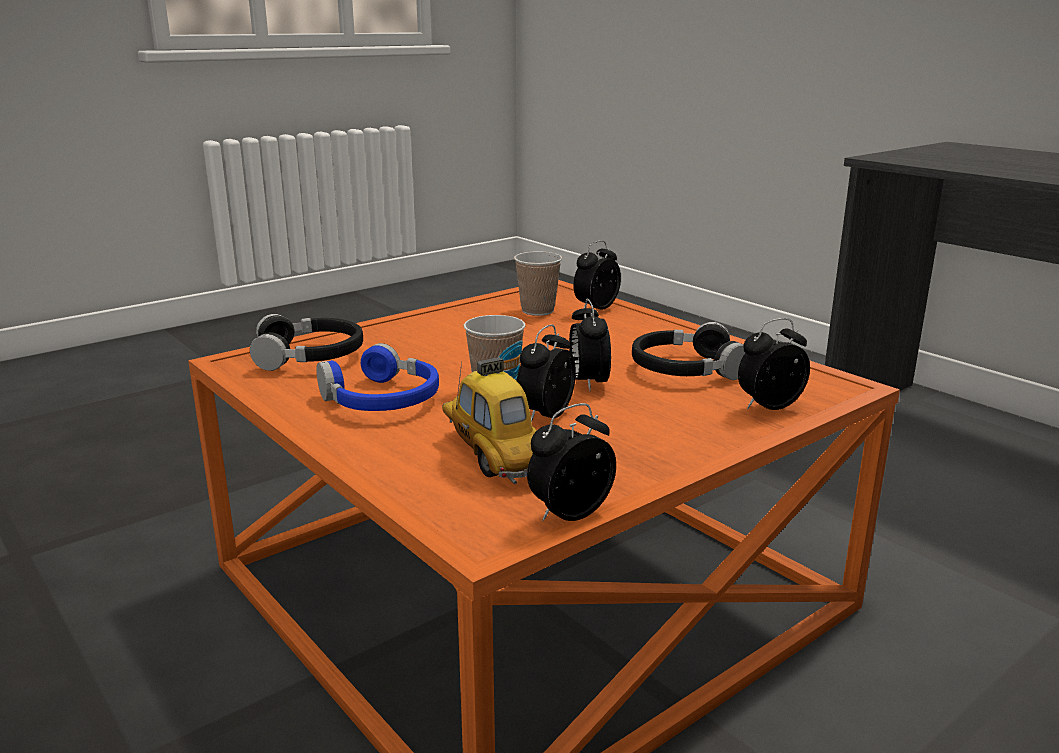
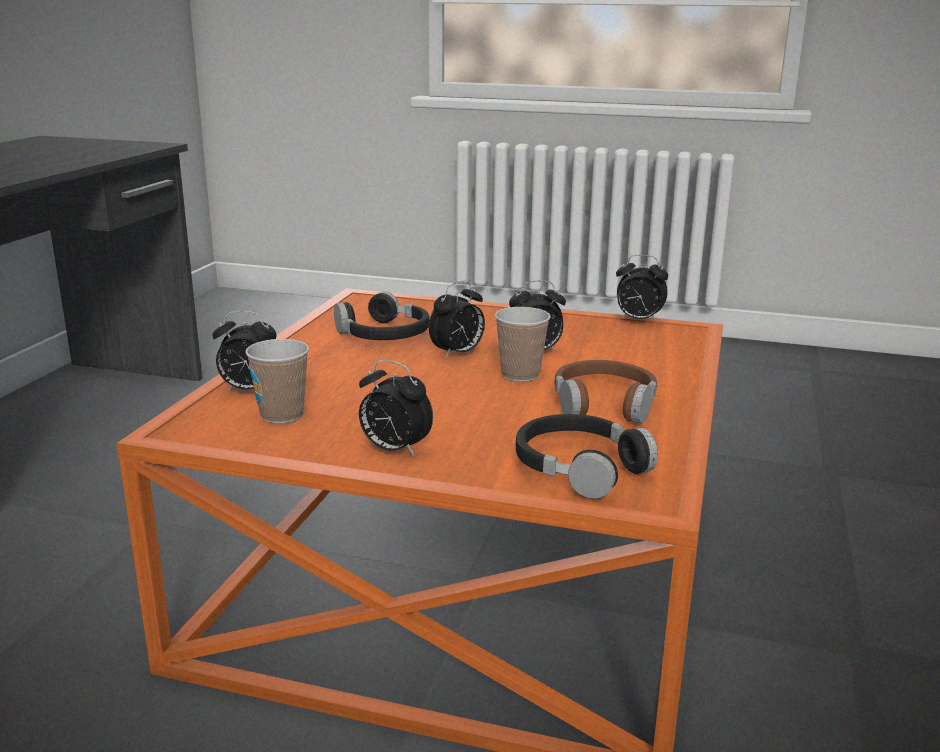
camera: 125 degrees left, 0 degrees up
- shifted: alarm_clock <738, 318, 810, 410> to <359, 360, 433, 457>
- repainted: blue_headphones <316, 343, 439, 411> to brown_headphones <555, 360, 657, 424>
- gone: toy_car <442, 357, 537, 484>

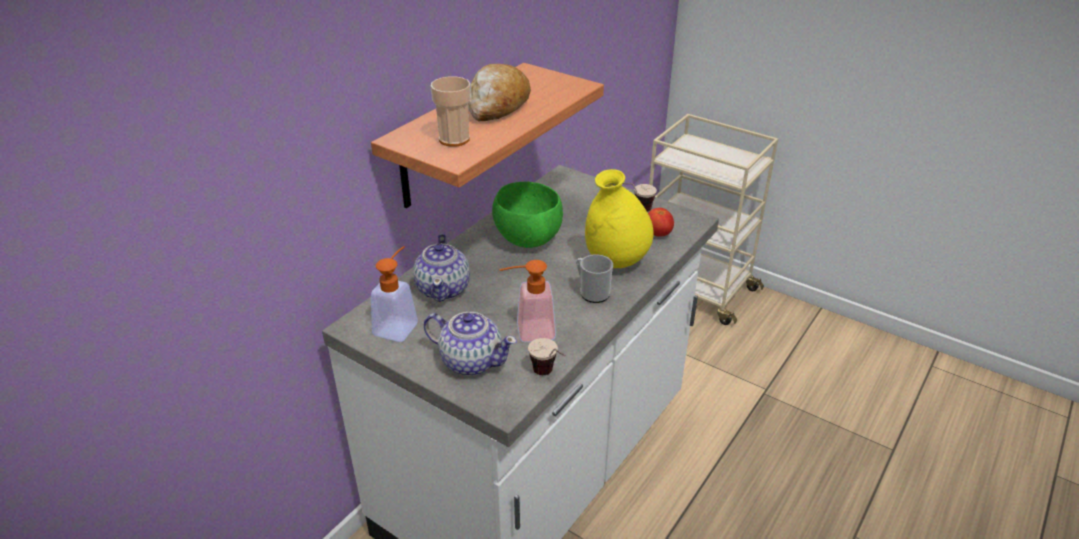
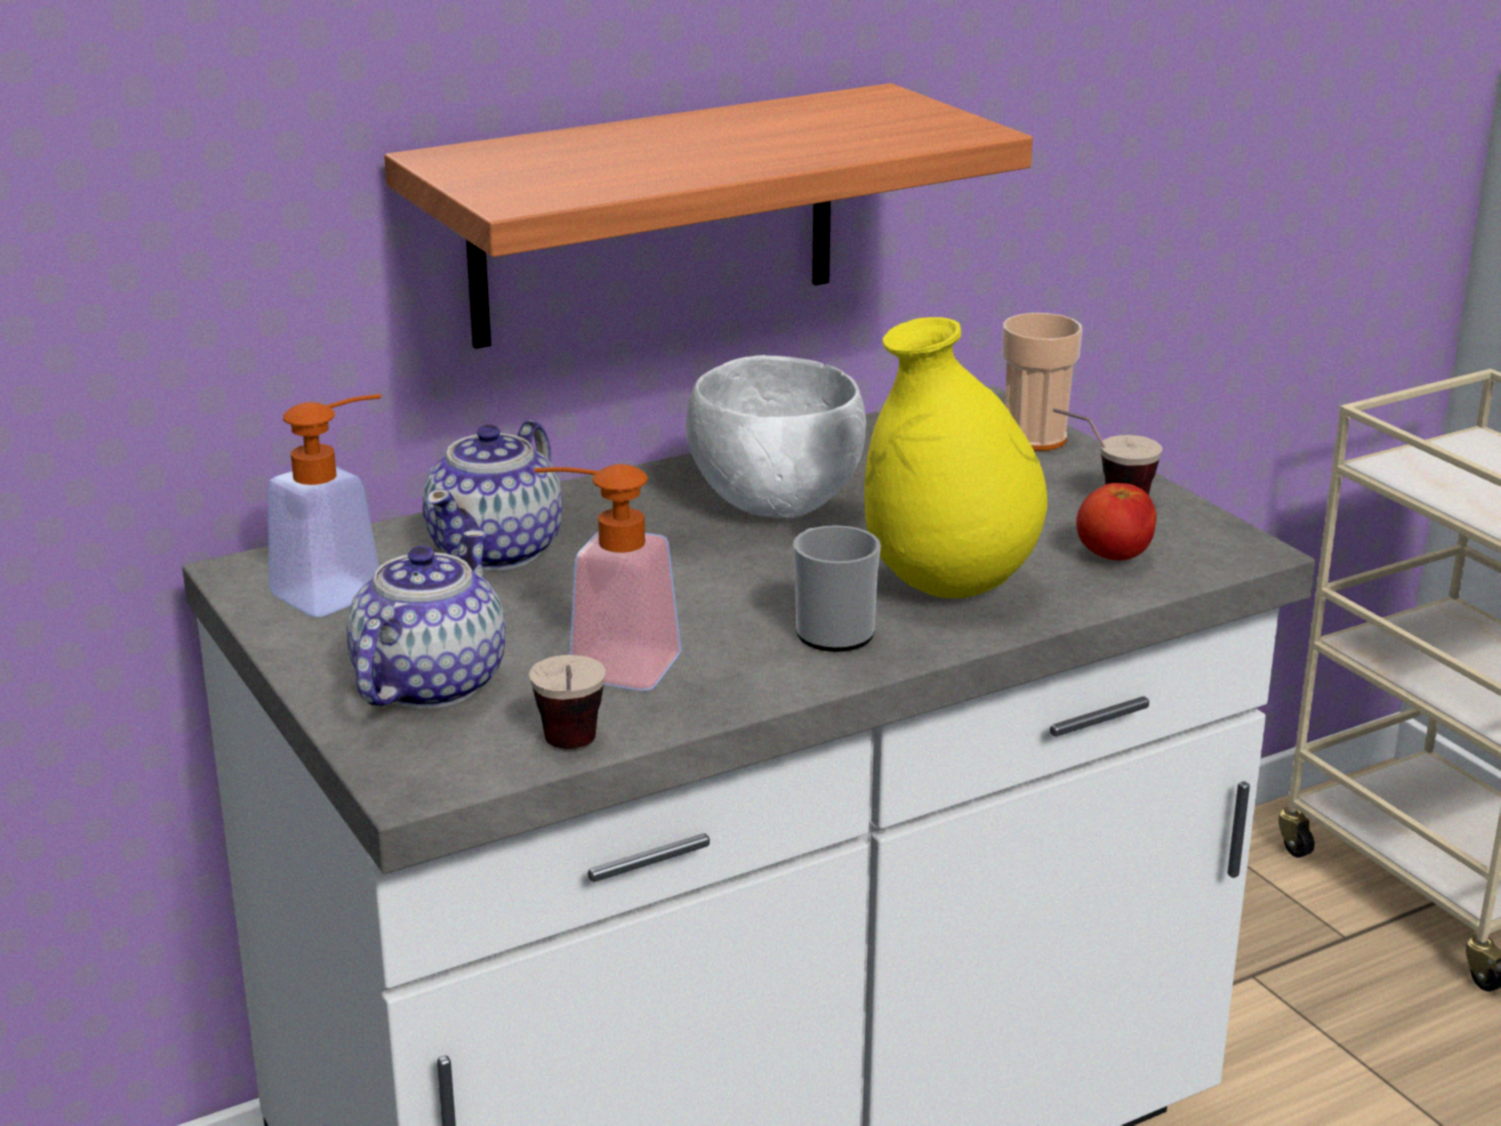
camera: 25 degrees right, 10 degrees down
- gone: bread <468, 64, 531, 121>
- shifted: cup <430, 77, 471, 147> to <1002, 313, 1083, 451>
- repainted: green_bowl <492, 182, 563, 248> to white_bowl <686, 355, 866, 518>
- rotated: teapot <424, 312, 517, 376> = <347, 530, 505, 709> 120 degrees counterclockwise

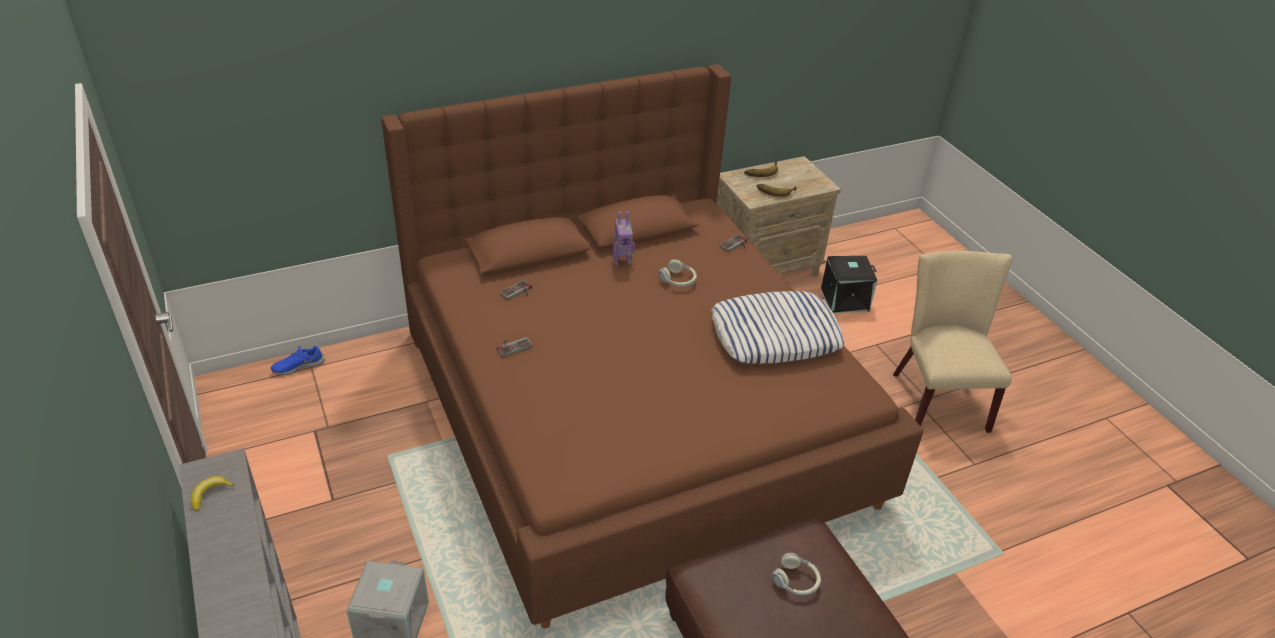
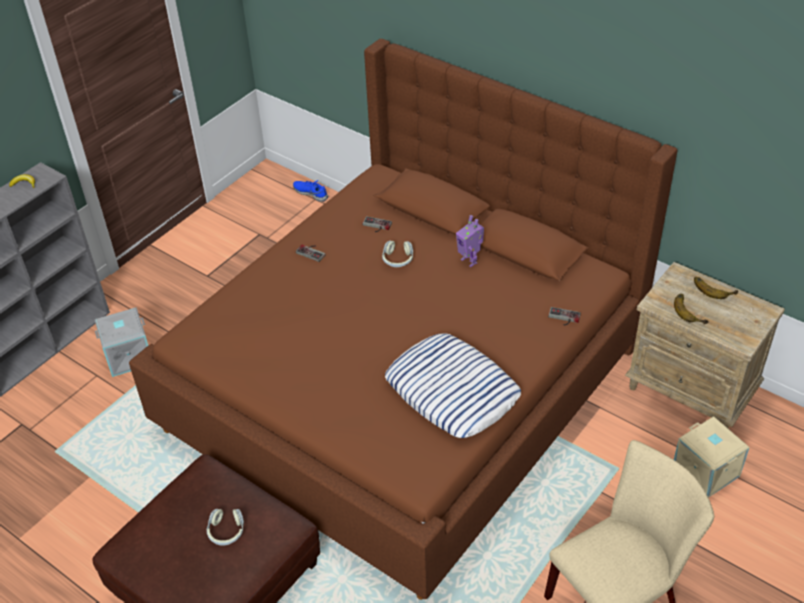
camera: 65 degrees right, 5 degrees up
- repainted: black_storage_box <821, 256, 878, 313> to beige_storage_box <674, 416, 750, 498>
- shifted: headphones <659, 259, 697, 286> to <382, 240, 413, 267>

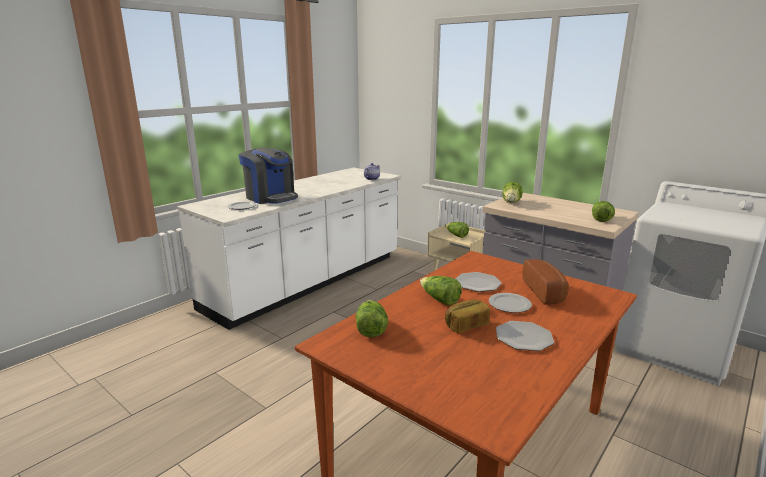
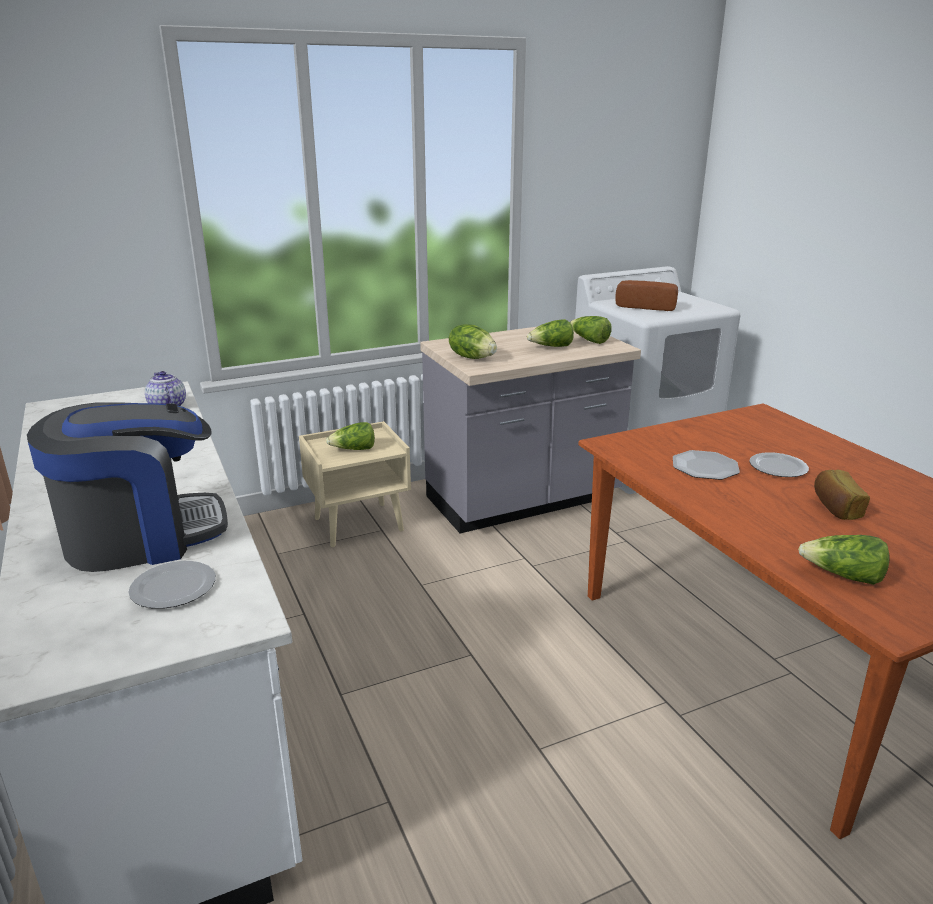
camera: 65 degrees left, 5 degrees up
- shifted: bread <523, 259, 569, 305> to <615, 280, 678, 311>
- shifted: lettuce <420, 276, 462, 305> to <527, 319, 574, 347>
- gone: plate <496, 321, 554, 351>

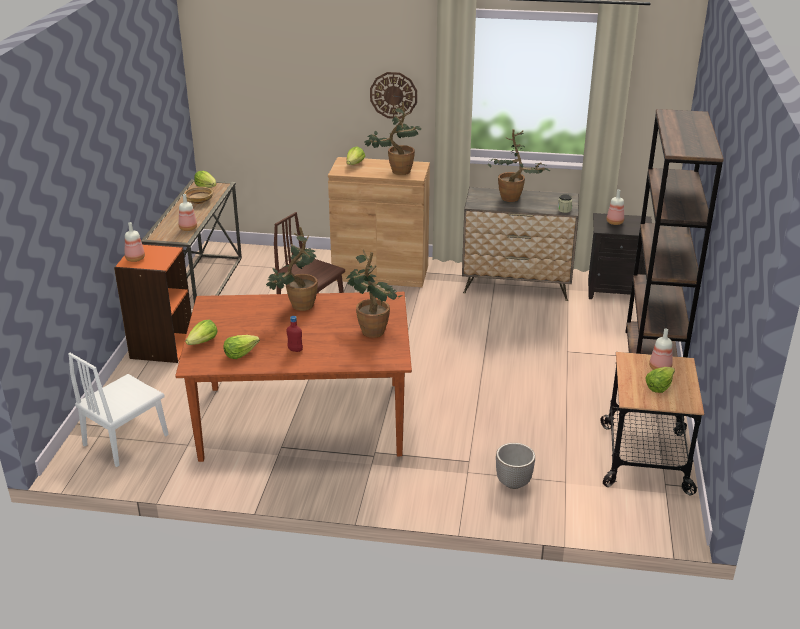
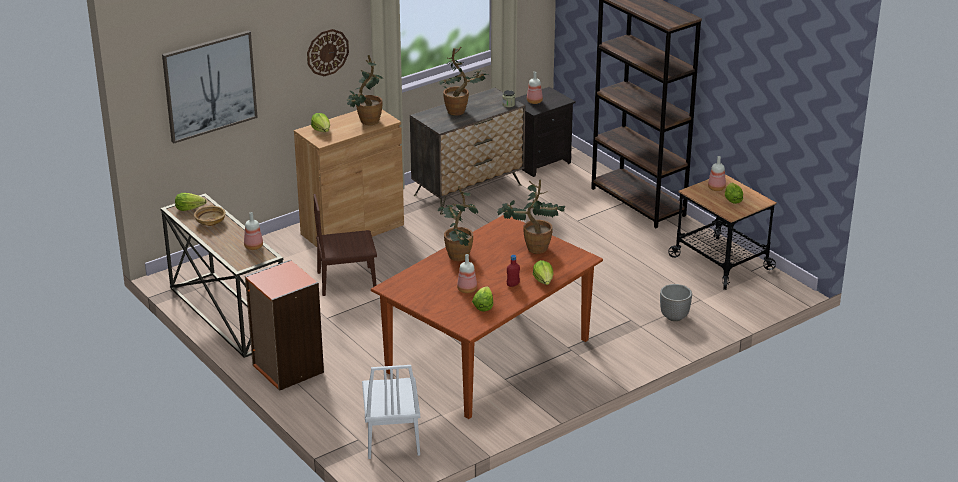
camera: 45 degrees left, 0 degrees up
- shifted: bottle <125, 222, 145, 262> to <457, 254, 477, 293>
- shifted: lettuce <185, 320, 218, 345> to <533, 260, 553, 285>
- new: picture <162, 30, 258, 143>

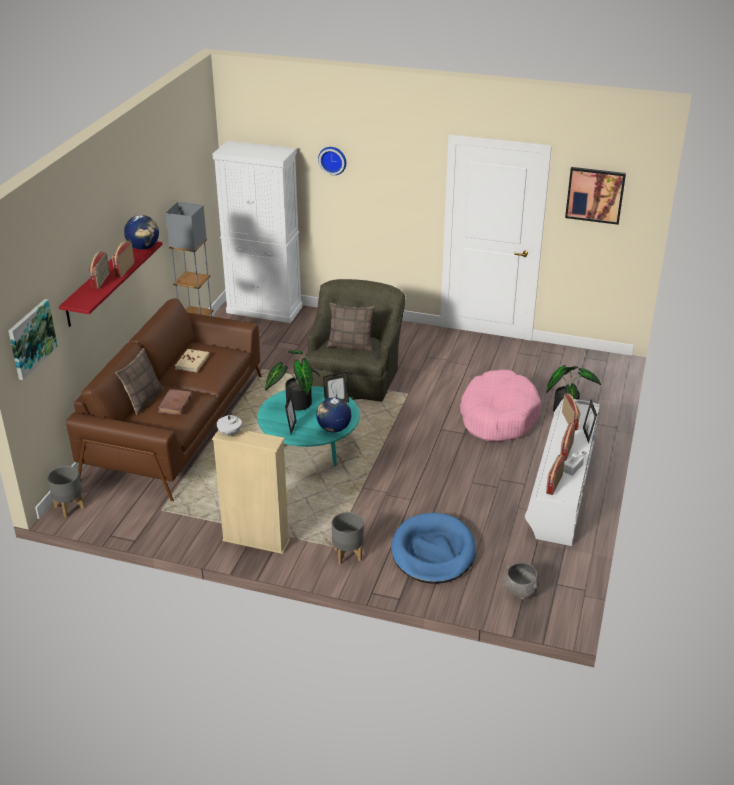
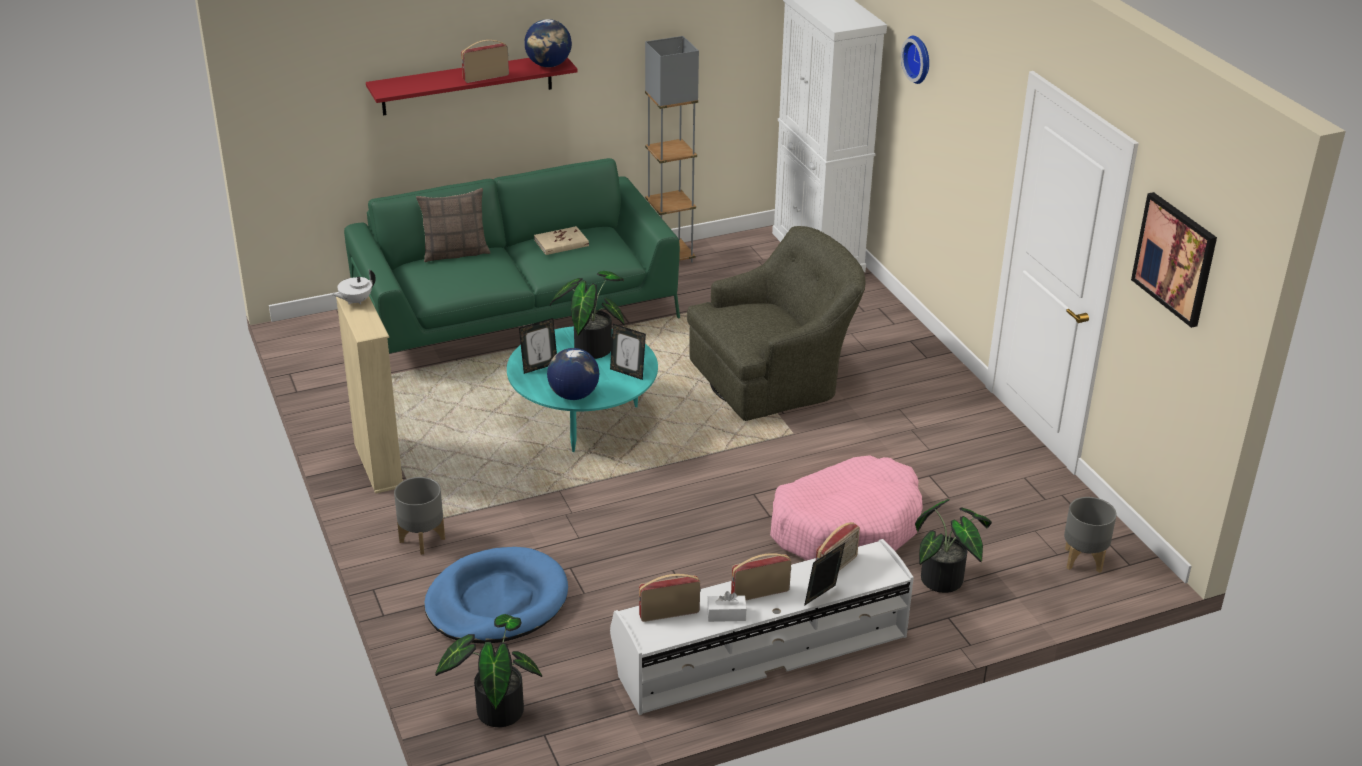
camera: 50 degrees right, 0 degrees up
- gone: radio <89, 251, 110, 289>
- repainted: brown_sofa <66, 298, 262, 501> to green_sofa <344, 158, 680, 354>
- gone: picture <9, 299, 58, 380>
- gone: pillow <327, 303, 375, 351>
- gone: brown_book <158, 389, 193, 415>
- shifted: grey_planter <48, 466, 84, 517> to <1064, 497, 1117, 573>
- swapped: grey_bowl <503, 563, 540, 600> to potted_plant <435, 614, 542, 727>

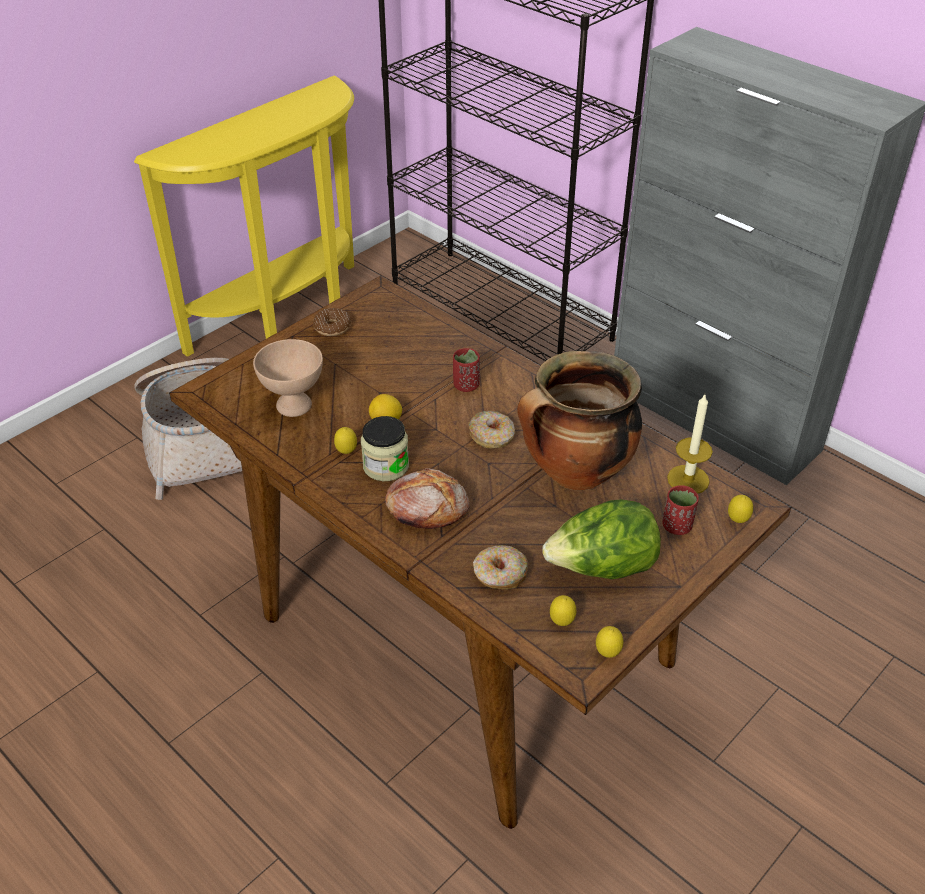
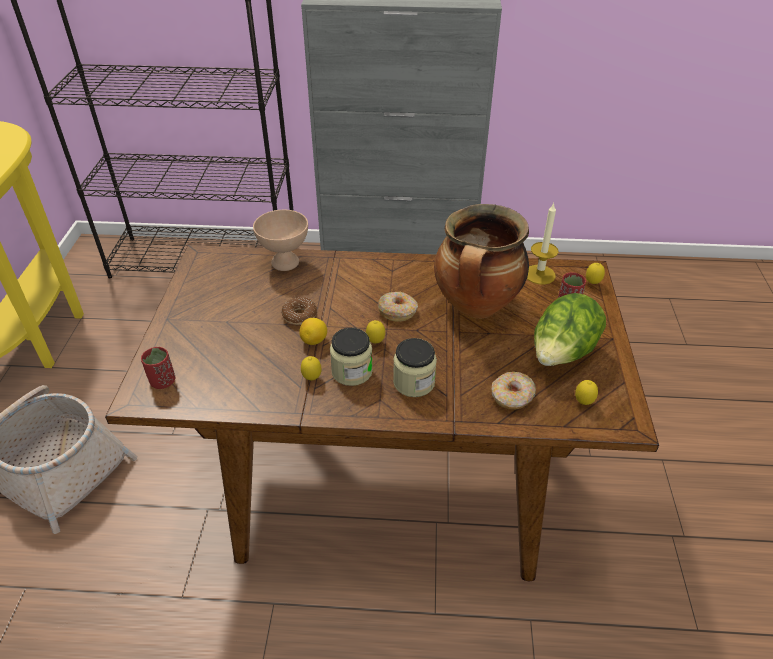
camera: 40 degrees left, 0 degrees up
- shifted: donut <313, 308, 351, 336> to <282, 297, 317, 325>
- shifted: beige_bowl <253, 339, 323, 417> to <253, 210, 308, 271>
- shifted: red_cup <453, 348, 480, 392> to <141, 347, 175, 389>
- swapped: bread <385, 468, 470, 529> to jar <393, 338, 437, 397>
- shifted: lemon <596, 626, 623, 658> to <366, 320, 385, 343>

